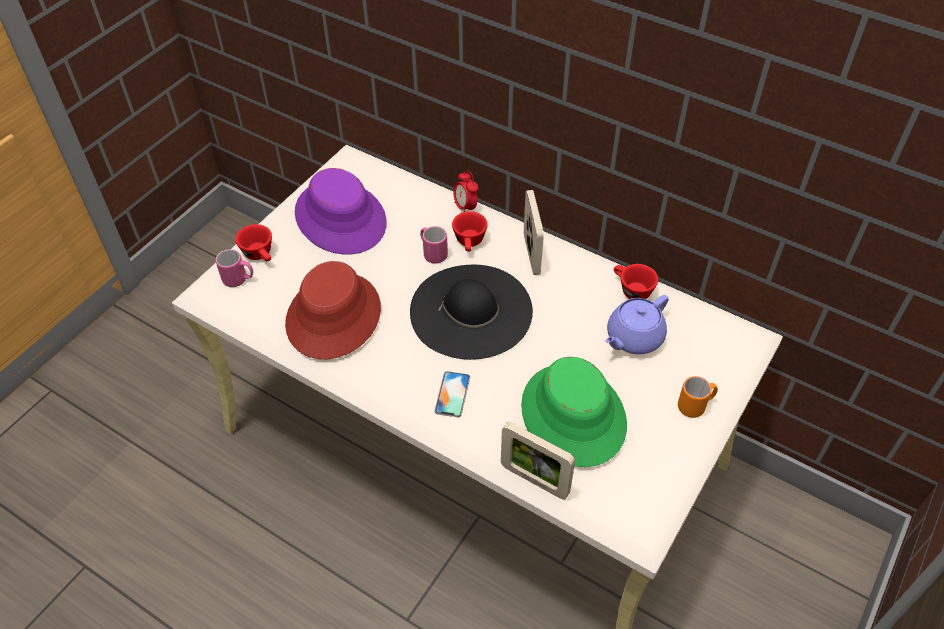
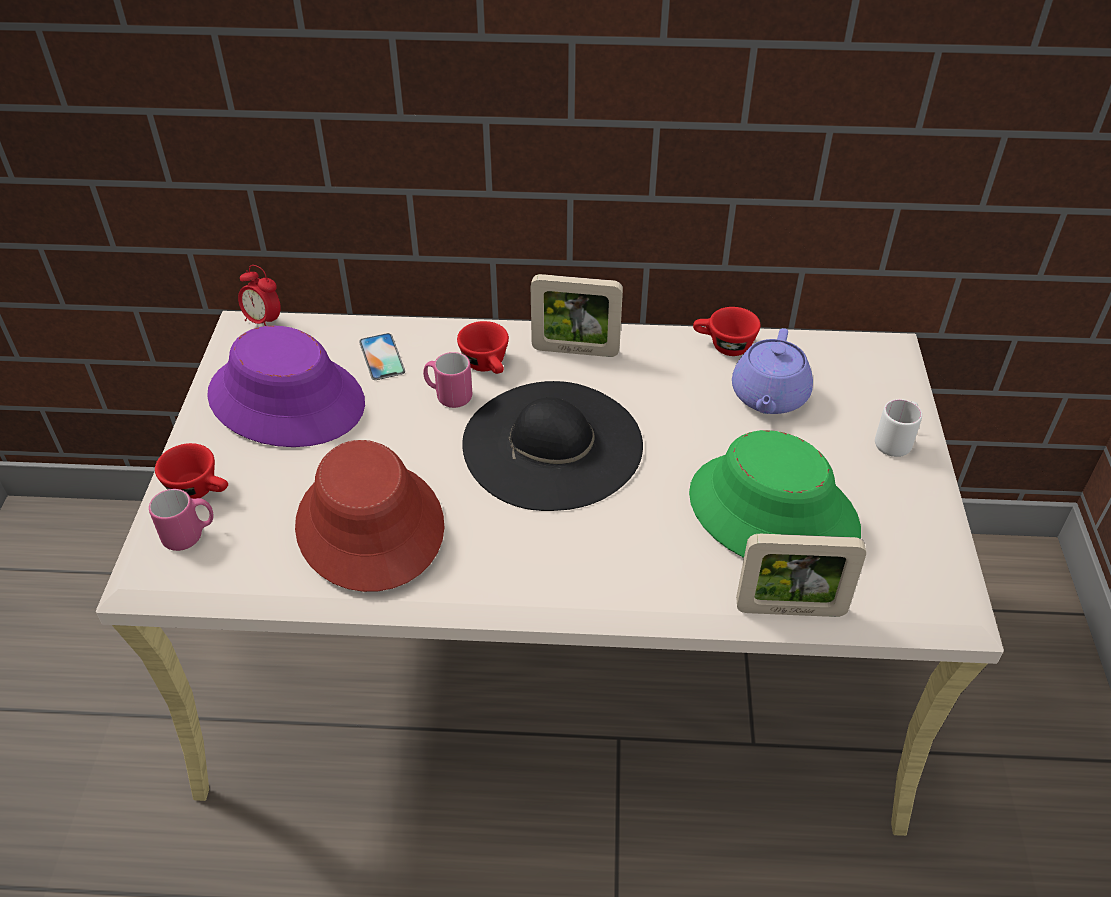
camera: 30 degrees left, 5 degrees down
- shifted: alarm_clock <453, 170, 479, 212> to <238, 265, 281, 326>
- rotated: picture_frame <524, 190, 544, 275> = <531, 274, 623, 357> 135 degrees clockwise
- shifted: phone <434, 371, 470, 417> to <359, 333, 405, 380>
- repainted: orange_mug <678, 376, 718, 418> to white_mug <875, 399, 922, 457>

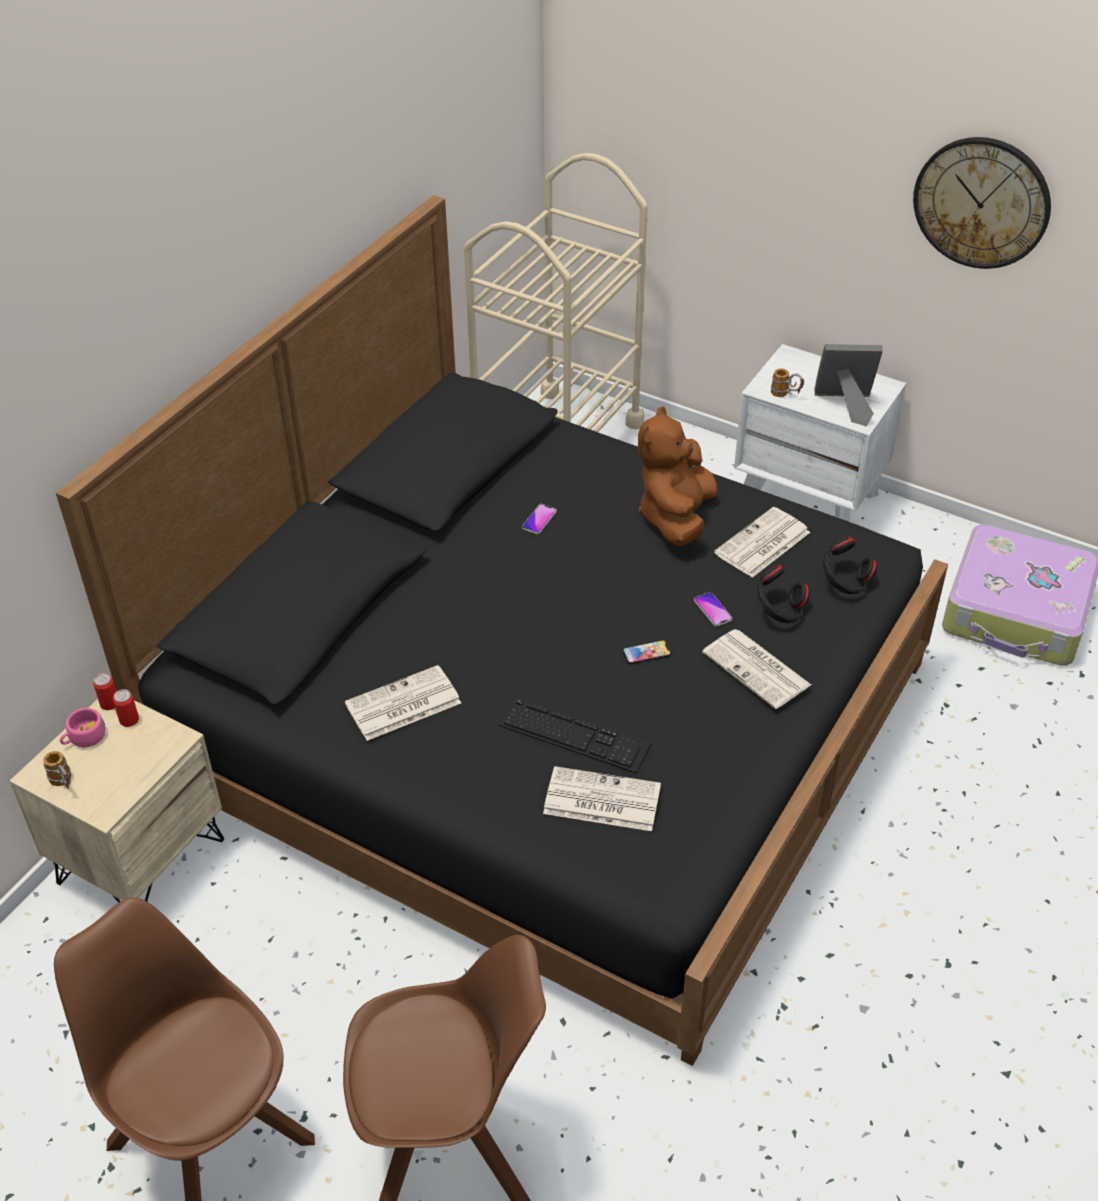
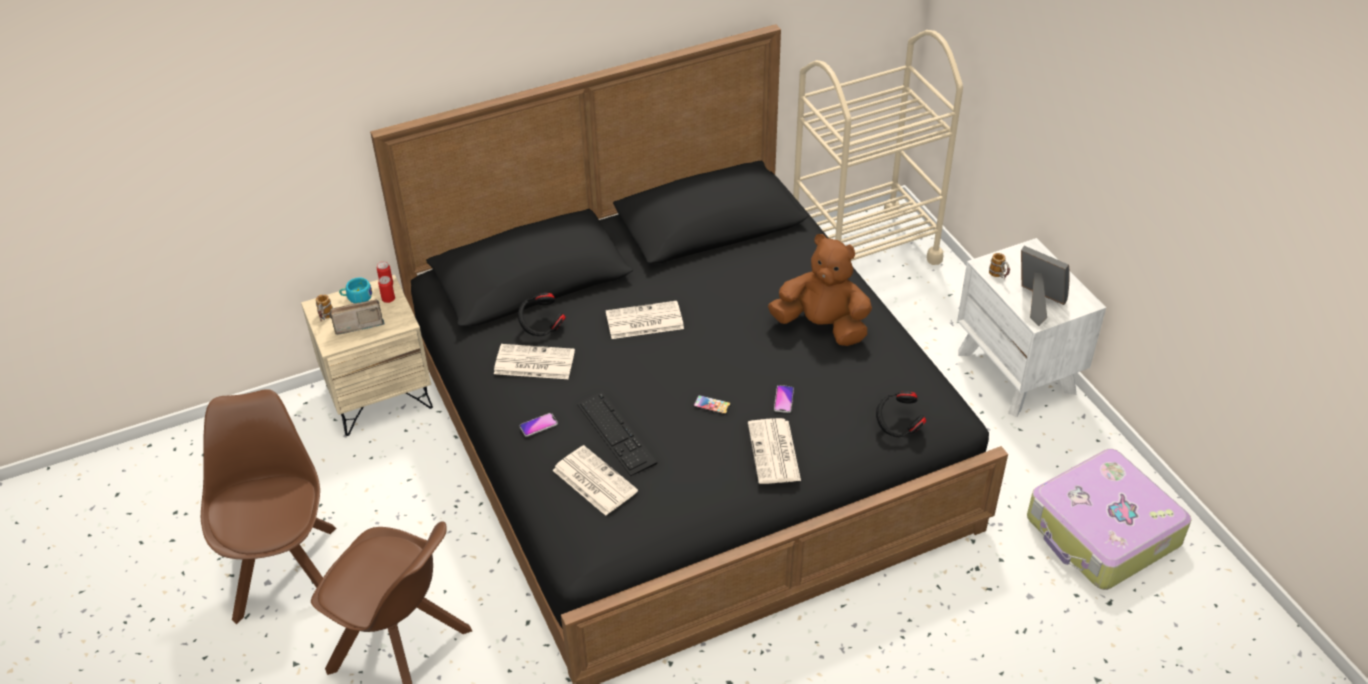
camera: 35 degrees right, 0 degrees up
- gone: wall_clock <913, 137, 1051, 269>
- rotated: brown_plush_toy <638, 406, 718, 546> = <768, 234, 872, 346> 60 degrees clockwise
- shifted: phone <522, 504, 557, 534> to <520, 413, 558, 437>
- shifted: newspaper <714, 507, 810, 577> to <606, 301, 684, 339>
- shifted: black_headphones <757, 565, 810, 623> to <518, 293, 566, 336>
- repainted: pink_cup <60, 708, 106, 747> to turquoise_cup <339, 278, 372, 303>
- new: radio <329, 299, 385, 335>

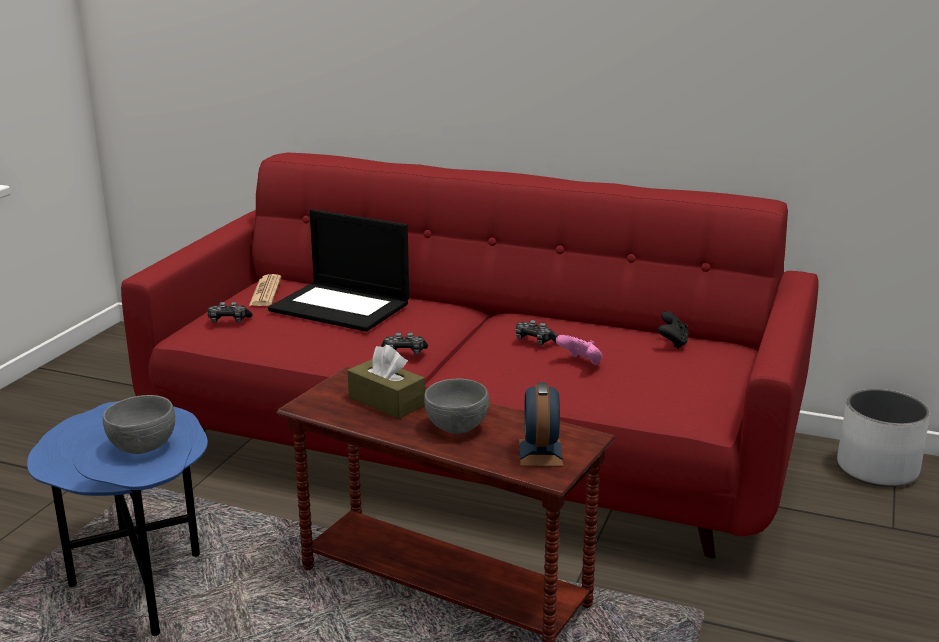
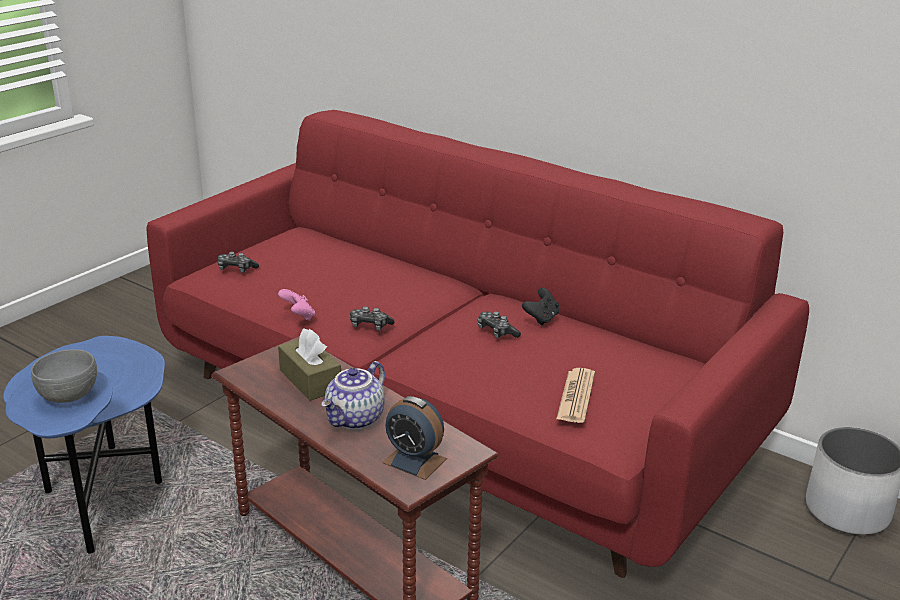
camera: 15 degrees right, 5 degrees up
- gone: laptop <268, 209, 409, 332>
- shifted: newspaper <249, 274, 281, 306> to <556, 368, 595, 423>
- shifted: black_game_controller <658, 311, 689, 349> to <522, 288, 559, 326>
- shifted: pink_game_controller <556, 335, 603, 365> to <278, 289, 315, 321>
- swapped: grey_bowl <424, 379, 489, 434> to teapot <321, 361, 385, 430>
- rotated: alarm_clock <519, 382, 563, 467> = <382, 396, 447, 480> 75 degrees counterclockwise

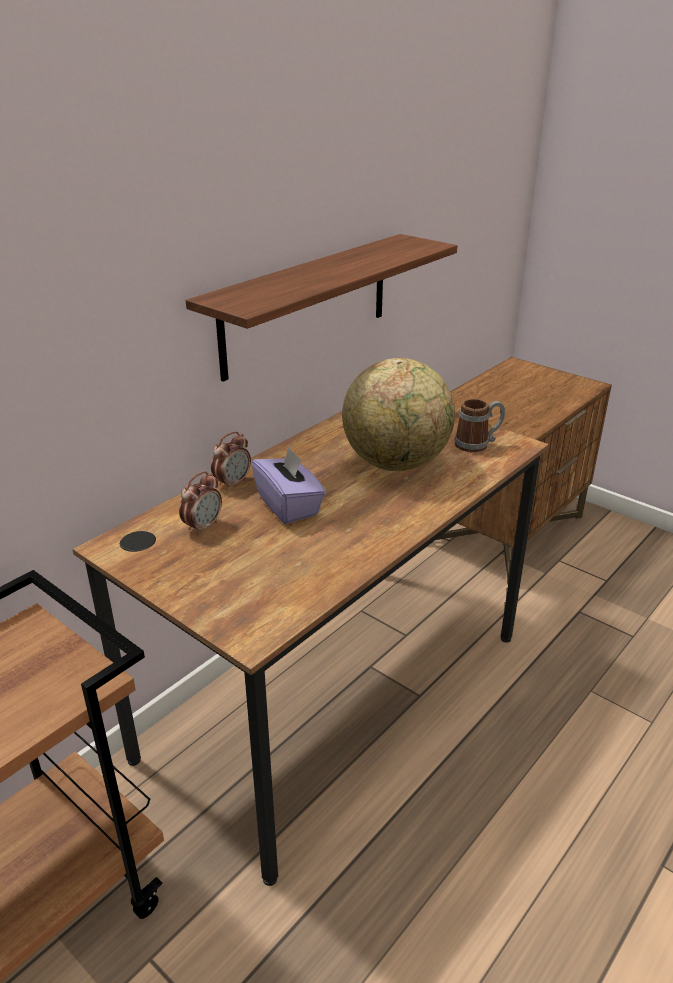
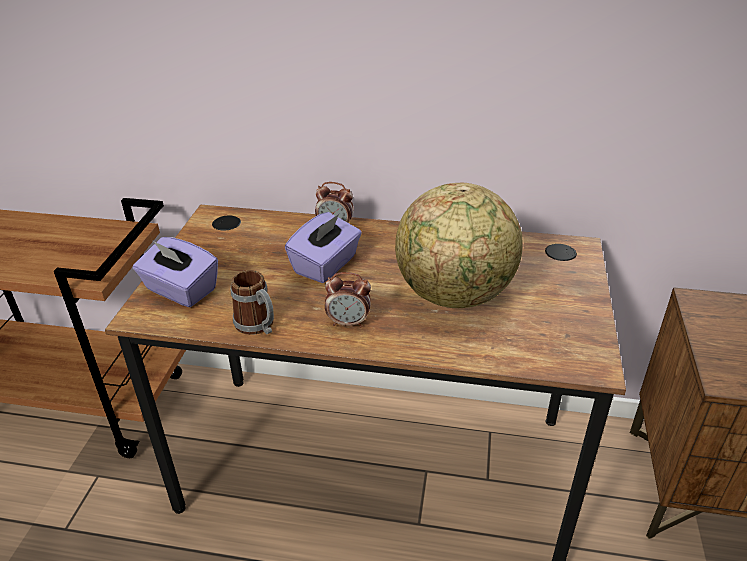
camera: 60 degrees right, 5 degrees up
- gone: shelf <186, 234, 457, 382>
- shifted: mug <454, 399, 506, 452> to <231, 270, 274, 335>
- shifted: alarm_clock <179, 471, 222, 536> to <325, 272, 371, 327>
- new: purple_tissue_box <133, 237, 218, 307>

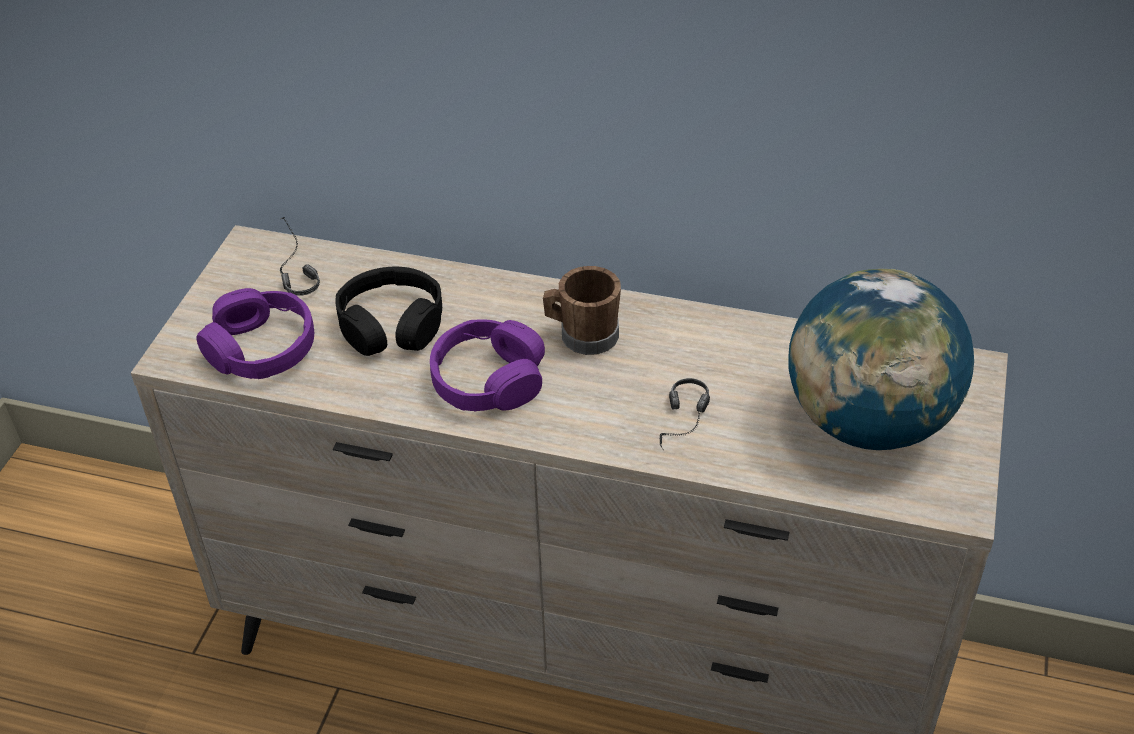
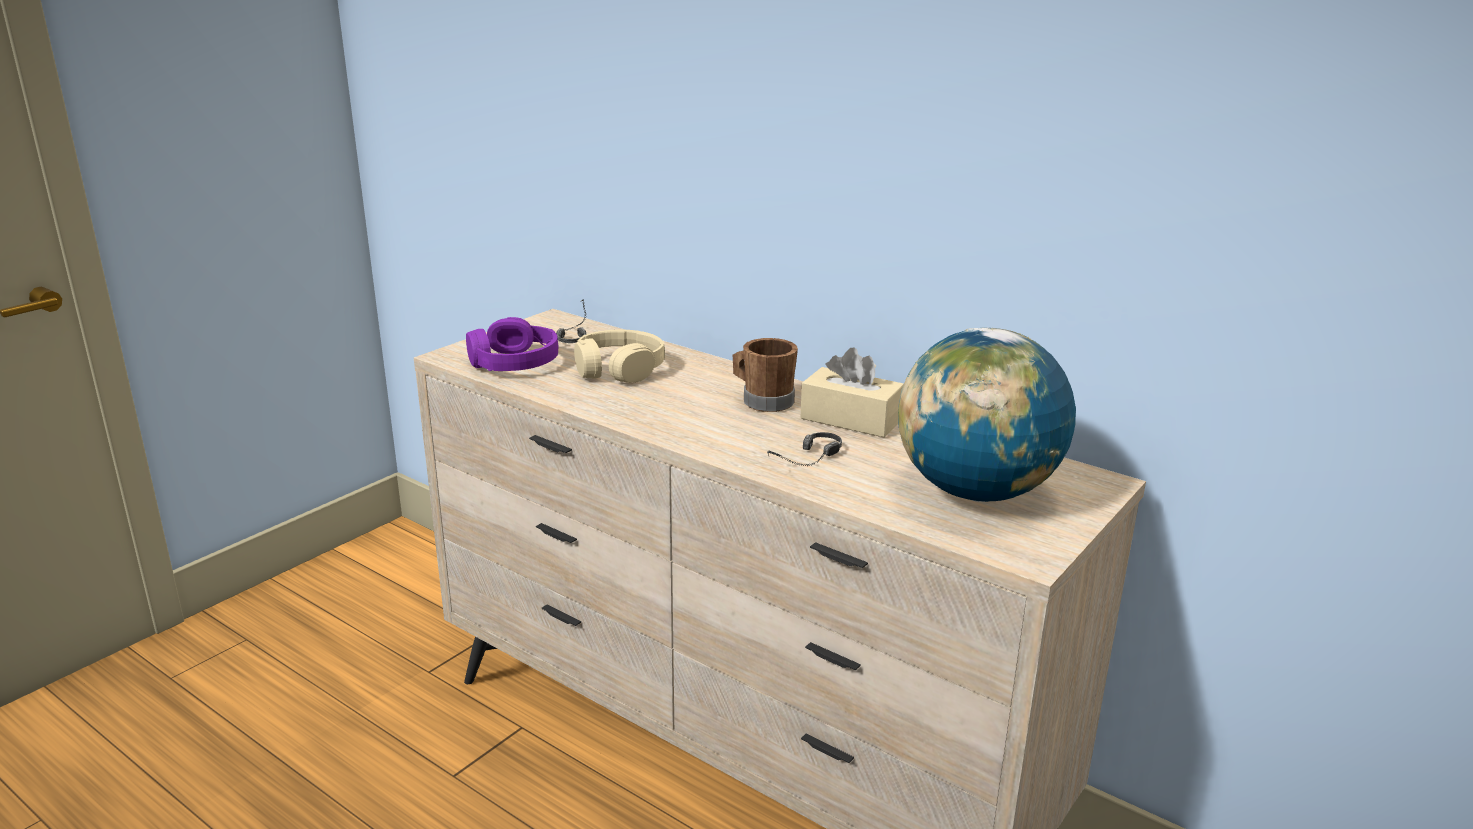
camera: 20 degrees right, 20 degrees down
- repainted: black_headphones <335, 267, 442, 356> to beige_headphones <574, 329, 665, 383>
- gone: purple_headphones <430, 319, 545, 412>
- new: beige_tissue_box <800, 348, 904, 437>

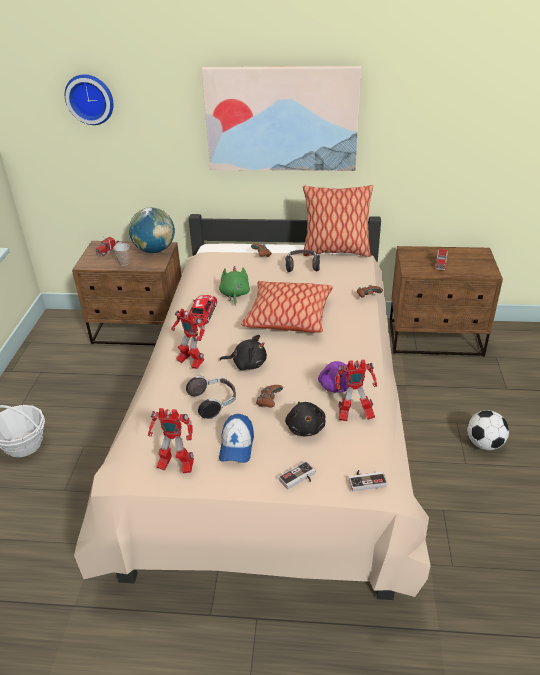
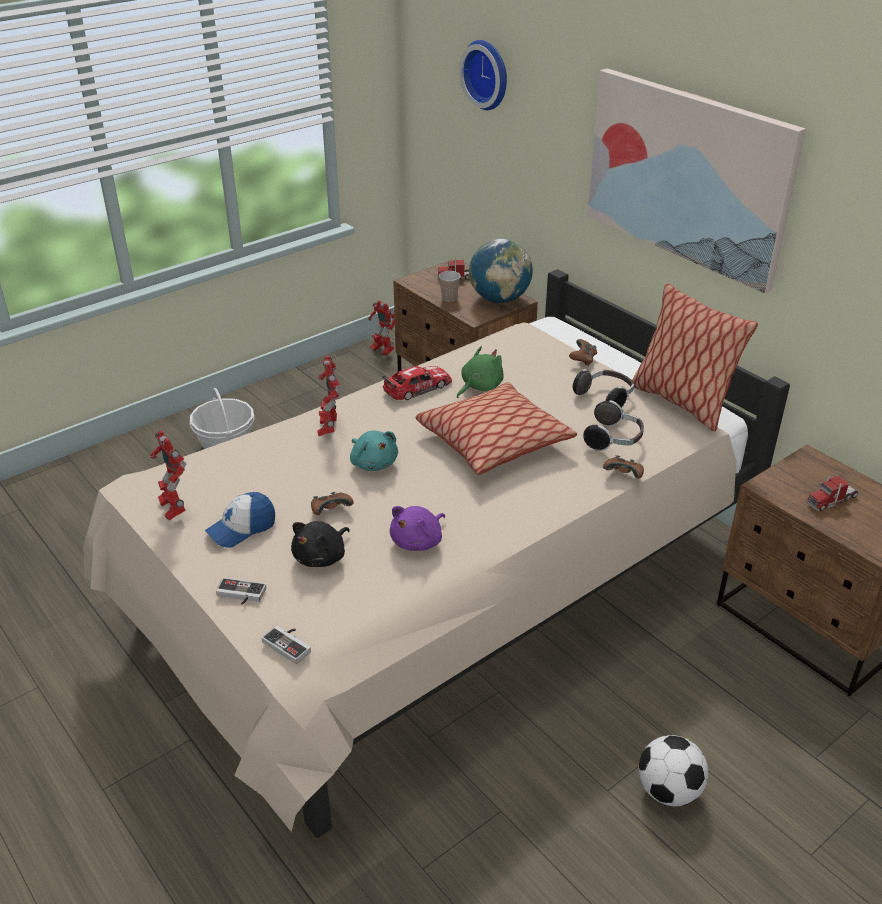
camera: 45 degrees right, 0 degrees up
- repainted: black_plush_toy <220, 335, 267, 371> to turquoise_plush_toy <350, 431, 398, 471>
- shifted: toy_robot <335, 359, 377, 421> to <368, 300, 395, 355>
- shifted: headphones <186, 376, 236, 419> to <583, 400, 644, 451>

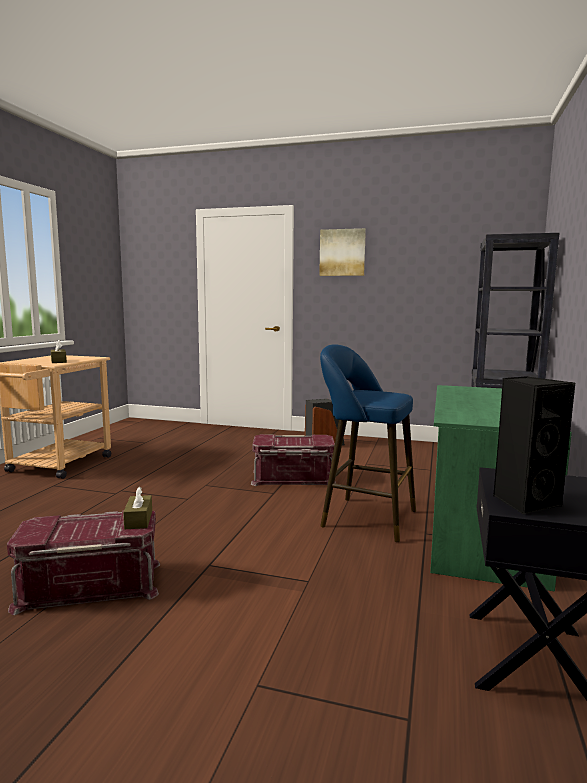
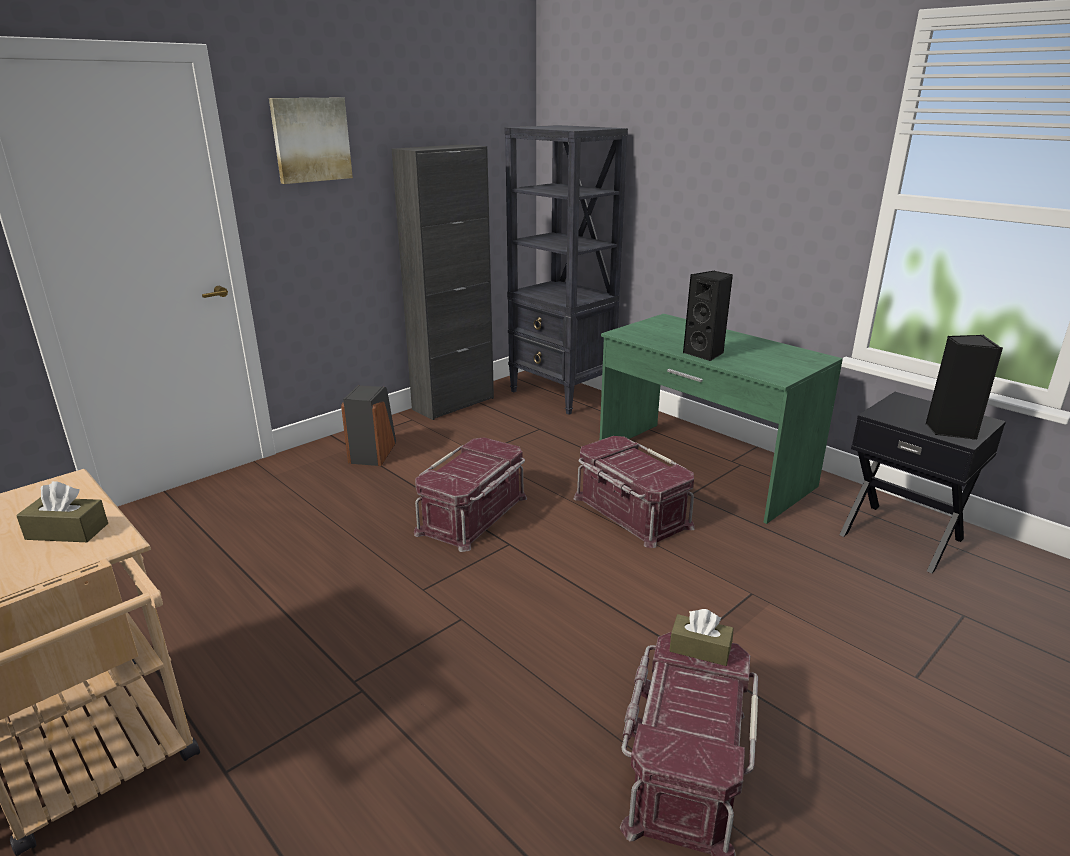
camera: 60 degrees left, 15 degrees up
- swapped: blue_stool <320, 344, 416, 542> to red_storage_box <574, 436, 695, 548>
- new: black_cabinet <392, 144, 494, 420>
- new: black_speaker <683, 271, 733, 361>

